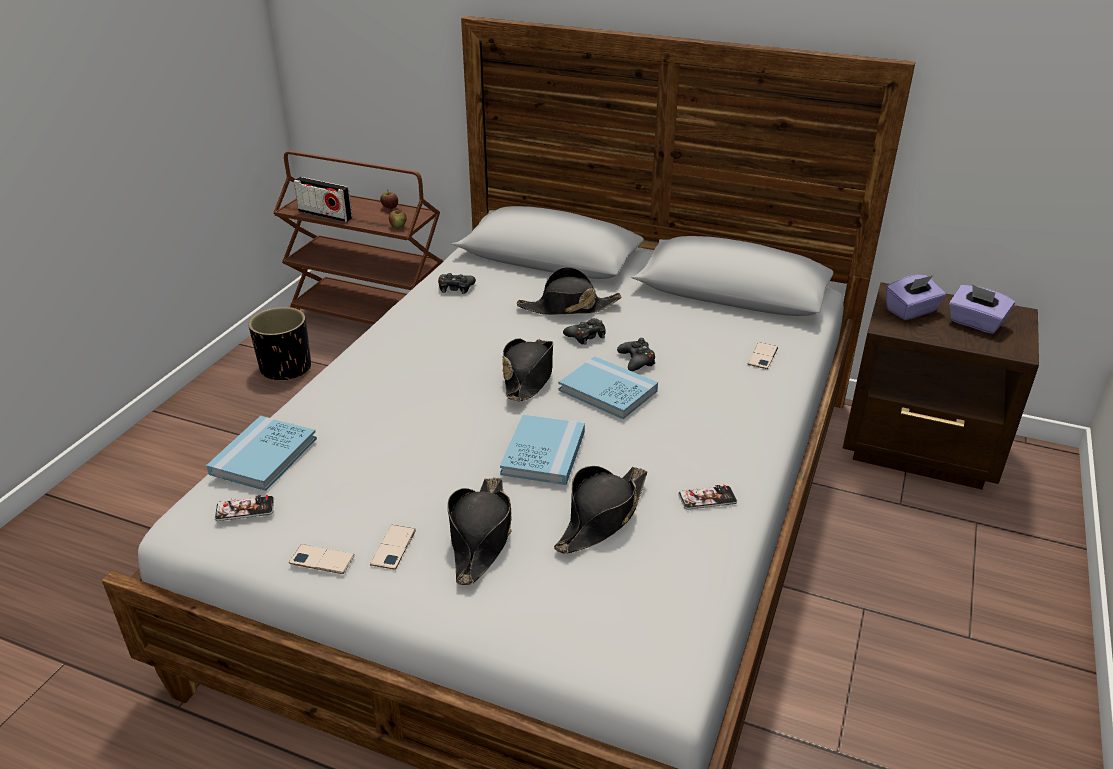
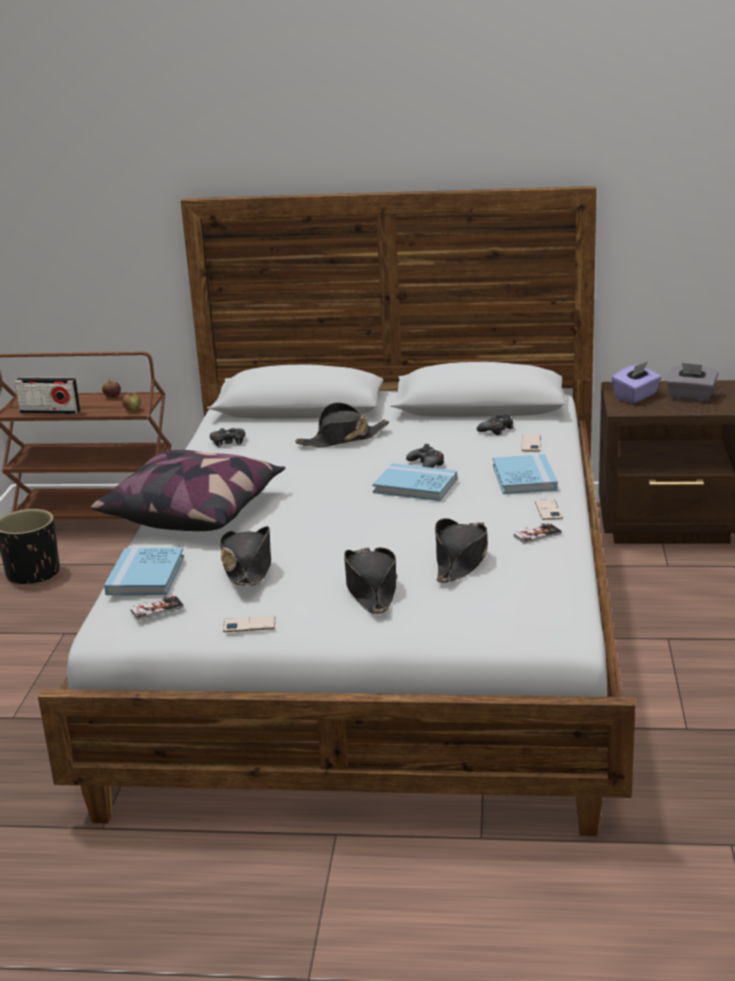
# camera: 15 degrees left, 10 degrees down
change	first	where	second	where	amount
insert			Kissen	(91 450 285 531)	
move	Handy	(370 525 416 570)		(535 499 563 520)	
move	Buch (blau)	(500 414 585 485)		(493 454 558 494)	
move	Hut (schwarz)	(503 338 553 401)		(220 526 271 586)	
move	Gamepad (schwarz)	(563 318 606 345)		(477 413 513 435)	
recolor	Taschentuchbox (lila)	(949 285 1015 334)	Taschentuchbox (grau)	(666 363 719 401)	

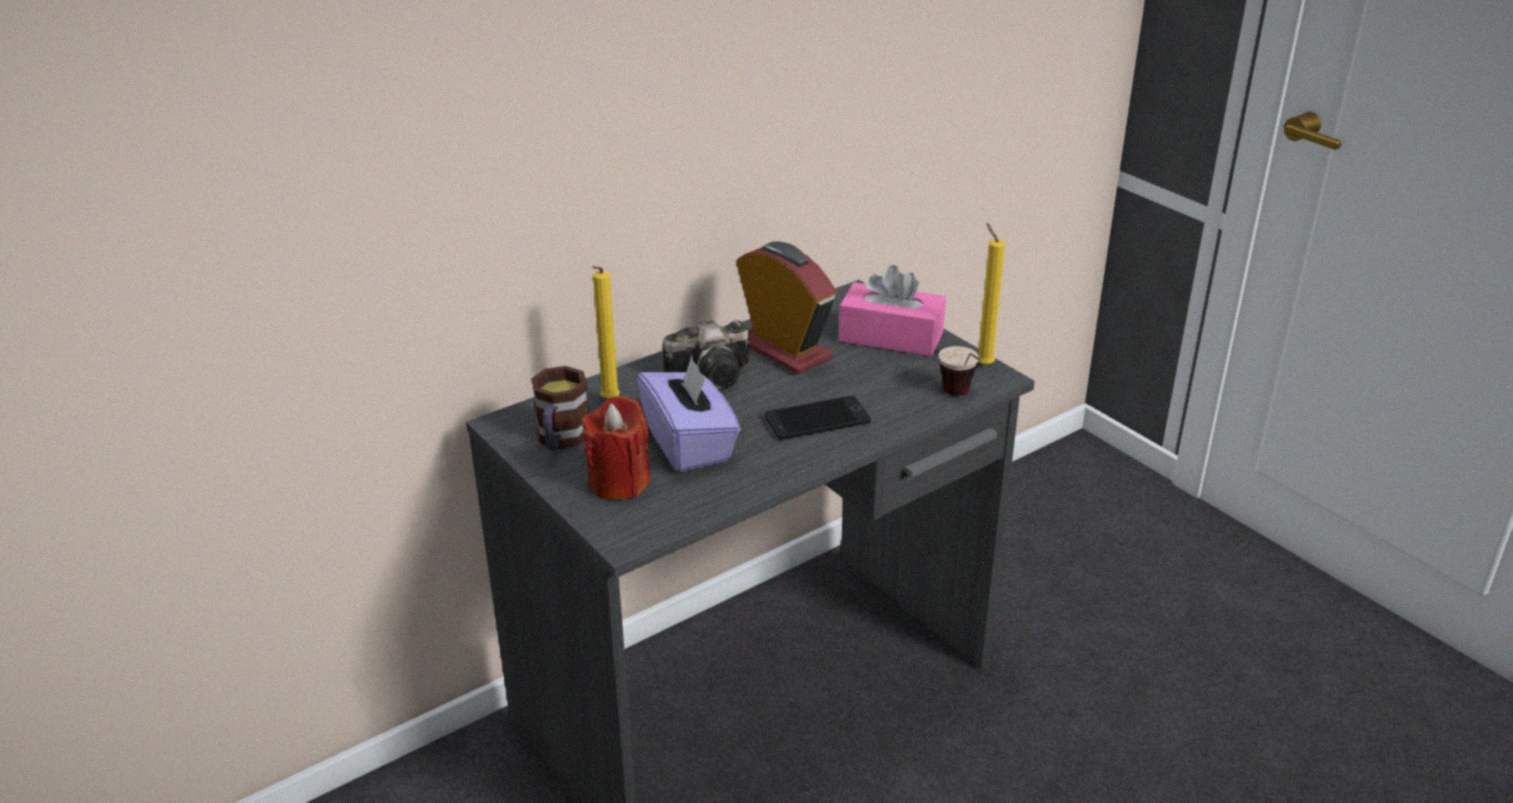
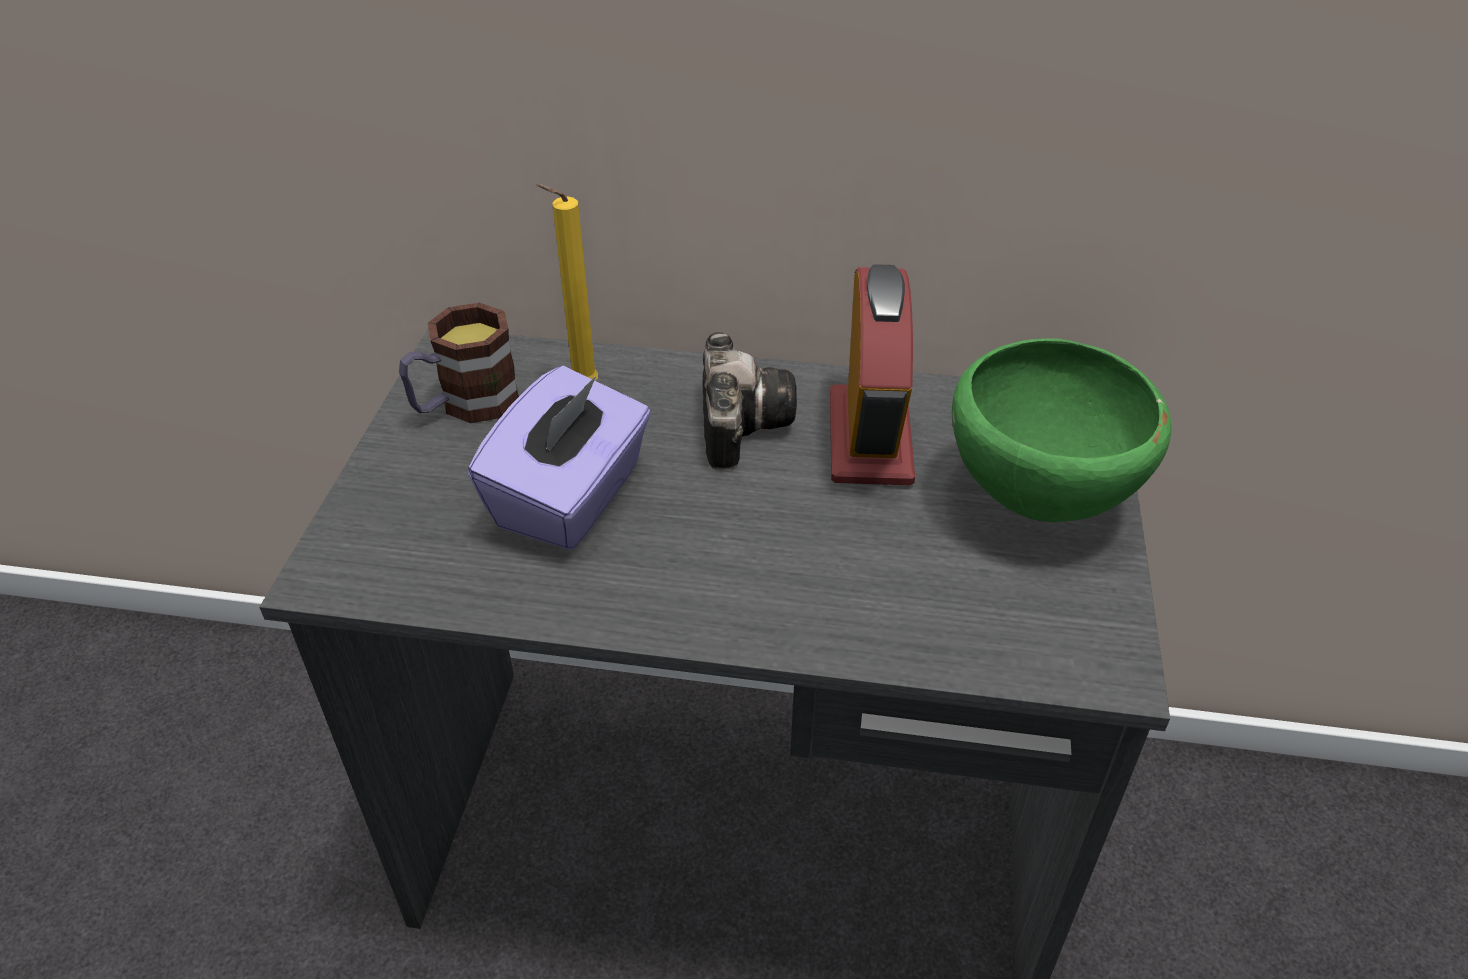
# camera: 45 degrees right, 10 degrees up
change	first	where	second	where	amount
delete	Kerze (rot)	(582 396 651 500)			
delete	Handy	(765 396 871 440)			
delete	Tasse	(939 346 981 396)			
delete	Kerze (gelb)	(978 222 1005 366)			
replace	Taschentuchbox (rosa)	(839 265 946 356)	Schüssel (grün)	(952 338 1171 522)	
rotate	Kamera	(663 320 750 390)		(703 332 797 470)	120 degrees counterclockwise

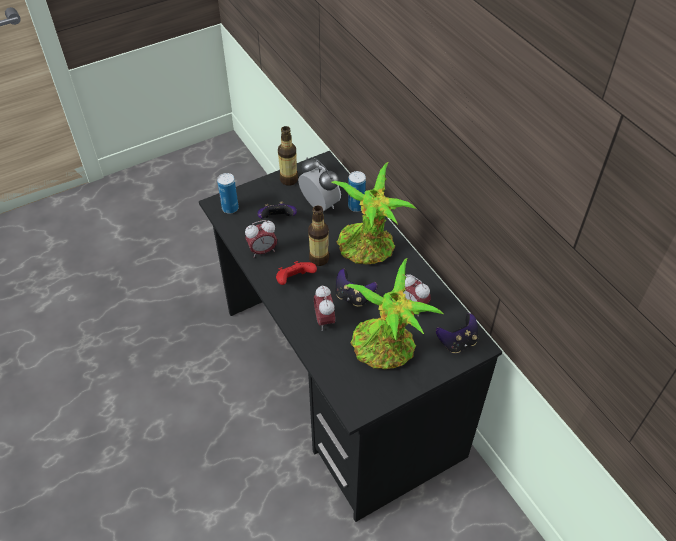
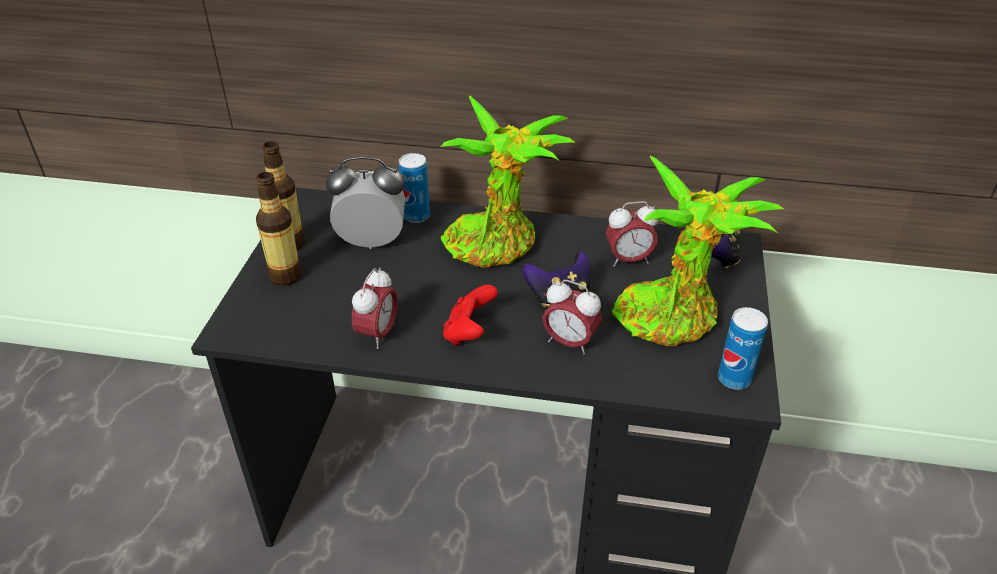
# camera: 50 degrees left, 10 degrees down
change	first	where	second	where	amount
delete	Gamepad	(257 202 297 219)			
move	Dose	(217 173 239 214)		(718 307 768 390)	
move	Flasche	(308 206 329 266)		(256 172 302 286)	

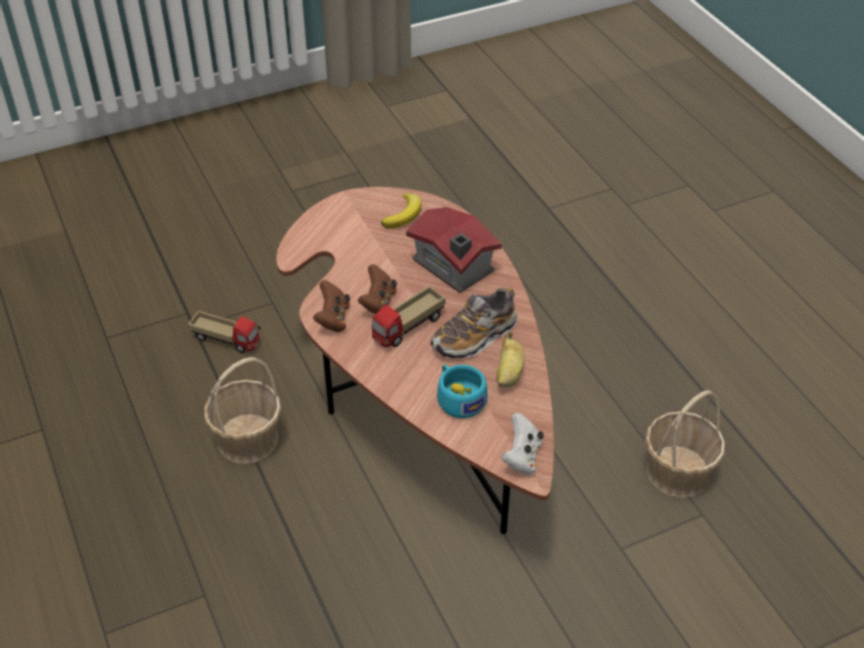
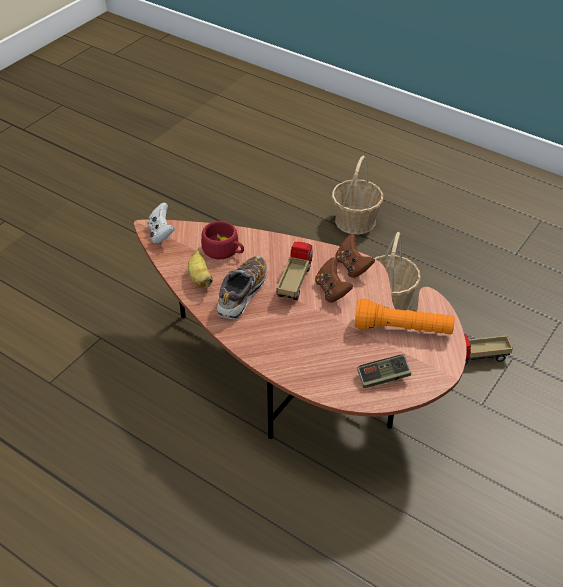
# camera: 150 degrees right, 0 degrees up
change	first	where	second	where	amount
delete	Spielzeughaus	(406 207 502 293)			
insert			Taschenlampe (orange)	(355 298 455 335)	
move	Korb	(645 390 725 498)		(332 156 383 235)	
replace	Banane	(381 193 422 229)	Gamepad	(357 355 411 388)	
recolor	Tasse (türkis)	(437 364 487 418)	Tasse (rot)	(201 221 244 260)	

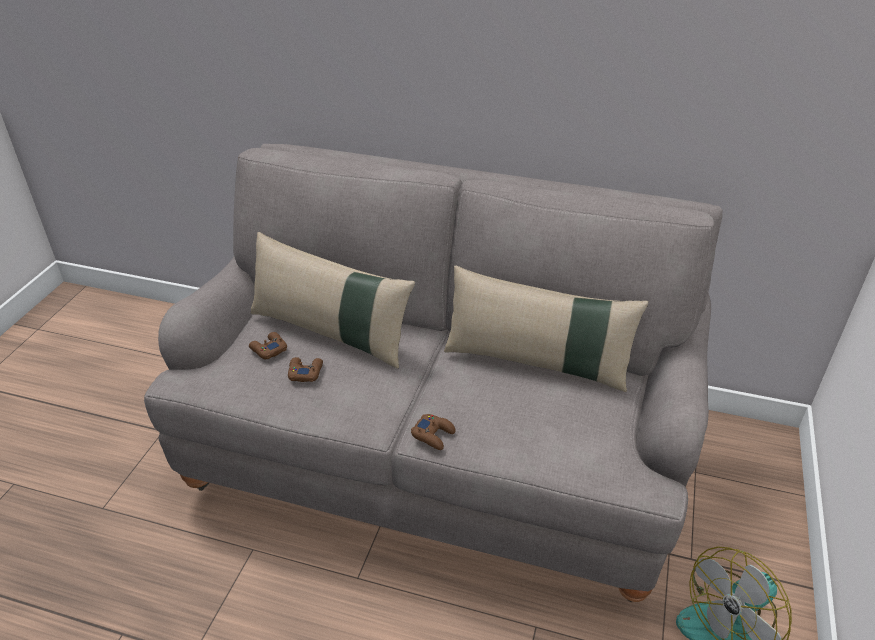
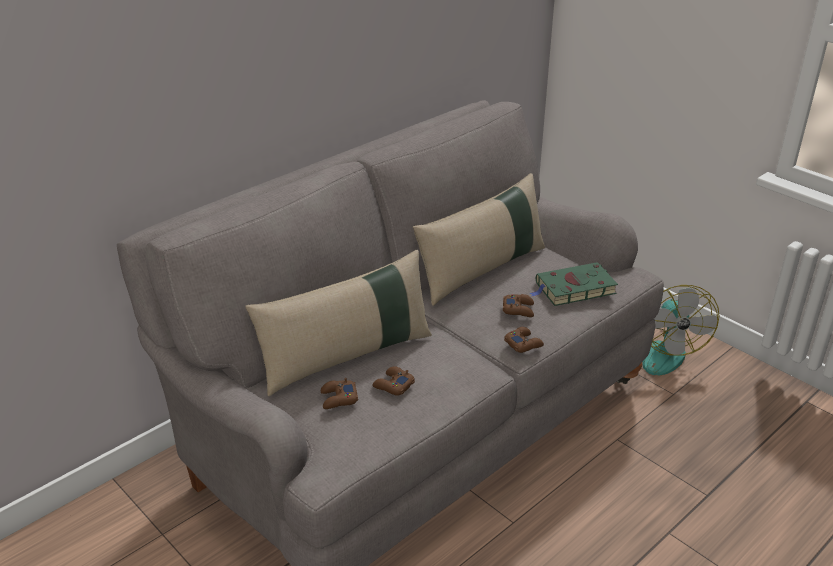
# camera: 60 degrees left, 5 degrees down
change	first	where	second	where	amount
insert			Gamepad (braun)	(503 294 534 317)	
insert			Buch (grün)	(530 262 618 306)	

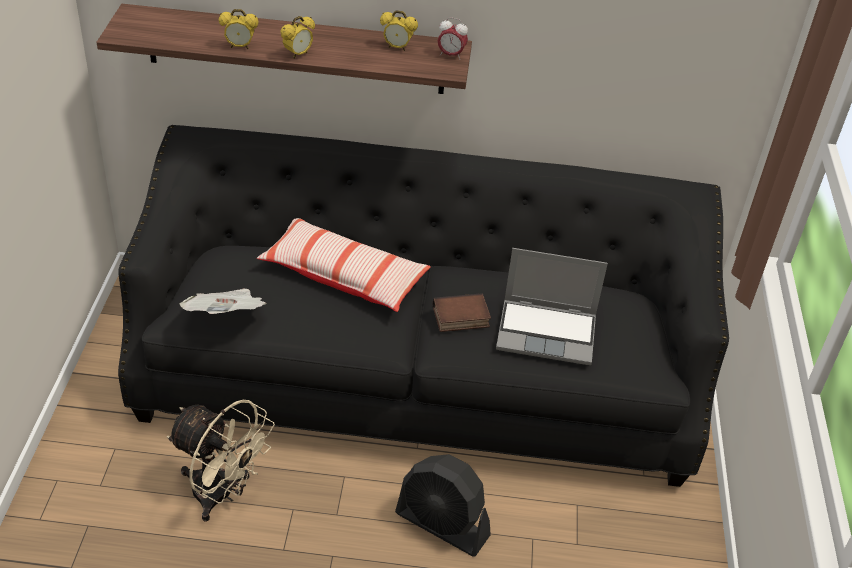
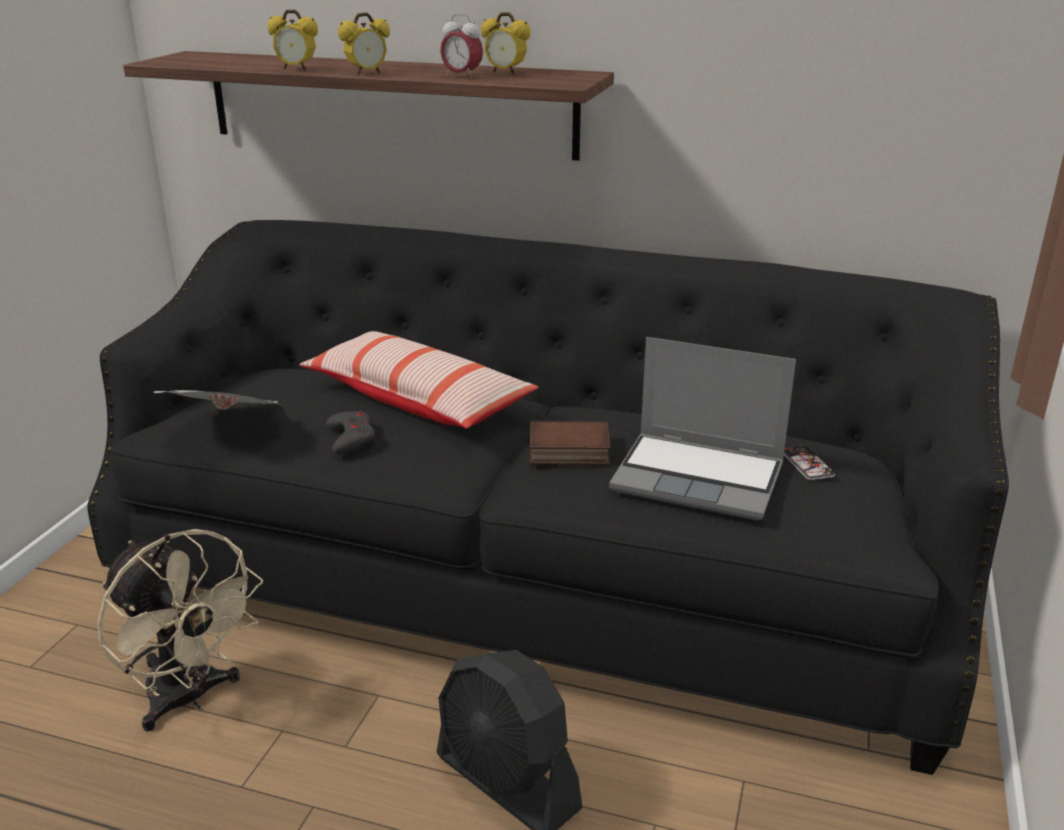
# camera: 15 degrees right, 15 degrees down
change	first	where	second	where	amount
insert			Gamepad (grau)	(326 411 375 454)	
insert			Handy	(784 445 835 480)	
move	Wecker	(438 17 468 60)		(440 14 483 79)	

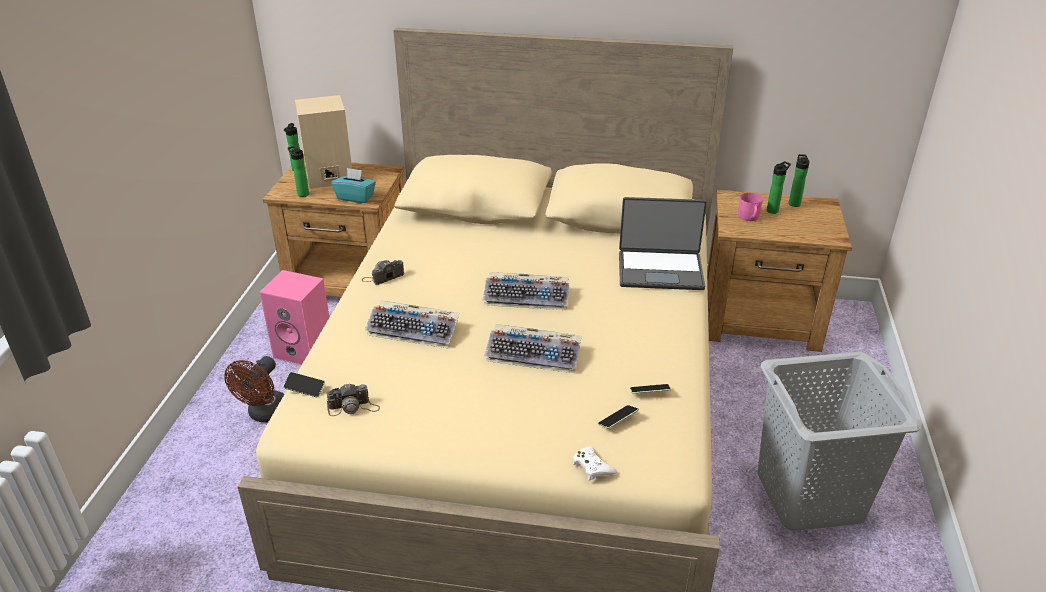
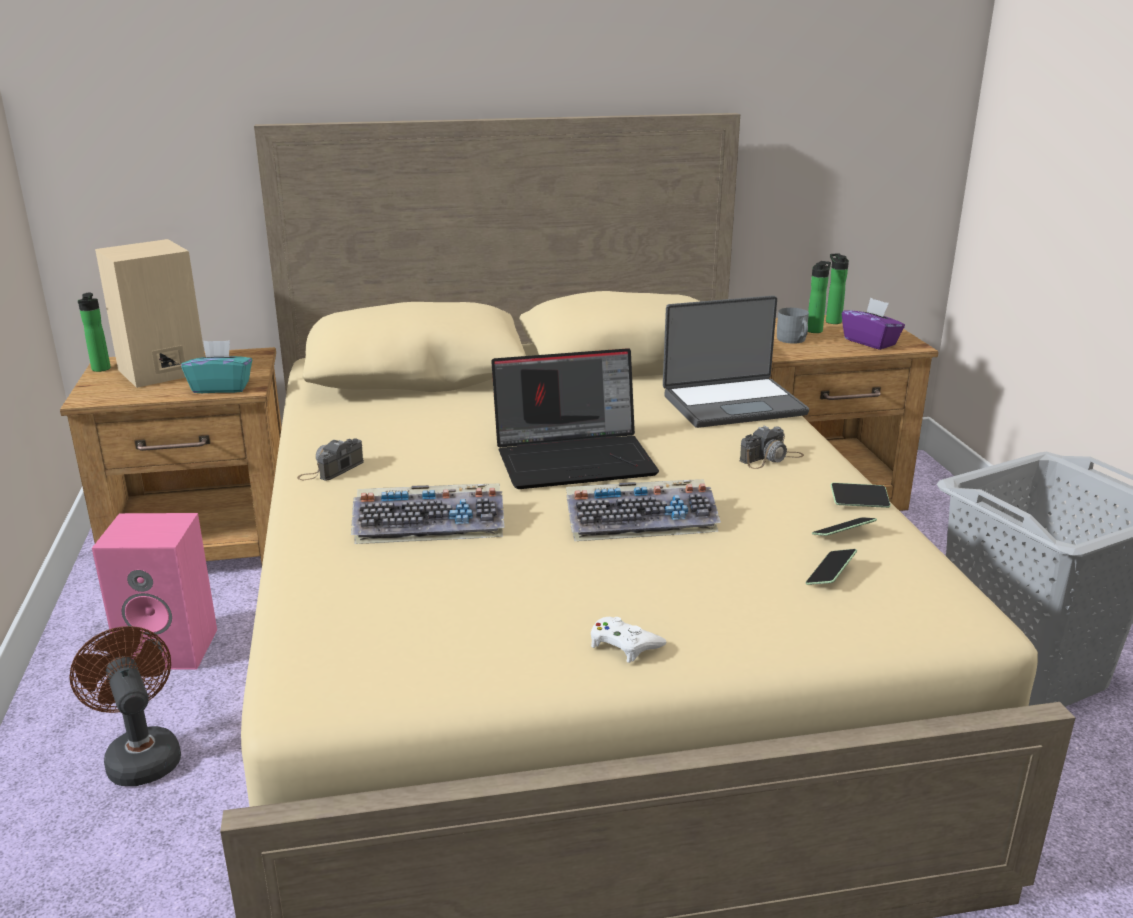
# camera: 20 degrees left, 10 degrees down
change	first	where	second	where	amount
delete	Flasche	(288 146 309 197)			
insert			Taschentuchbox (lila)	(842 298 905 350)	
move	Handy	(283 372 325 397)		(831 483 891 508)	
move	Kamera	(327 383 380 416)		(739 425 804 469)	
move	Gamepad (weiß)	(573 447 617 481)		(591 617 666 663)	
replace	Tastatur	(483 272 569 310)	Laptop	(491 348 659 489)	
recolor	Henkelbecher (rosa)	(738 193 763 221)	Henkelbecher (grau)	(777 308 809 344)	
rotate	Ventilator (braun)	(224 356 284 422)		(69 626 181 786)	150 degrees clockwise

